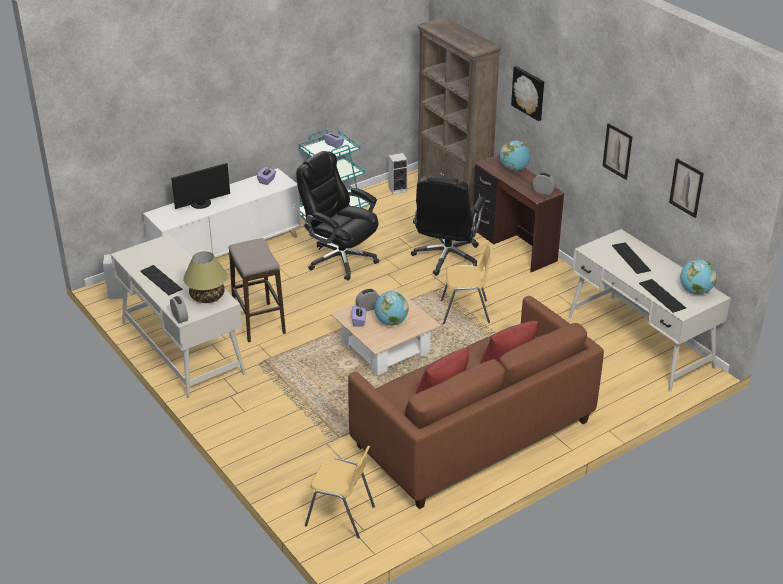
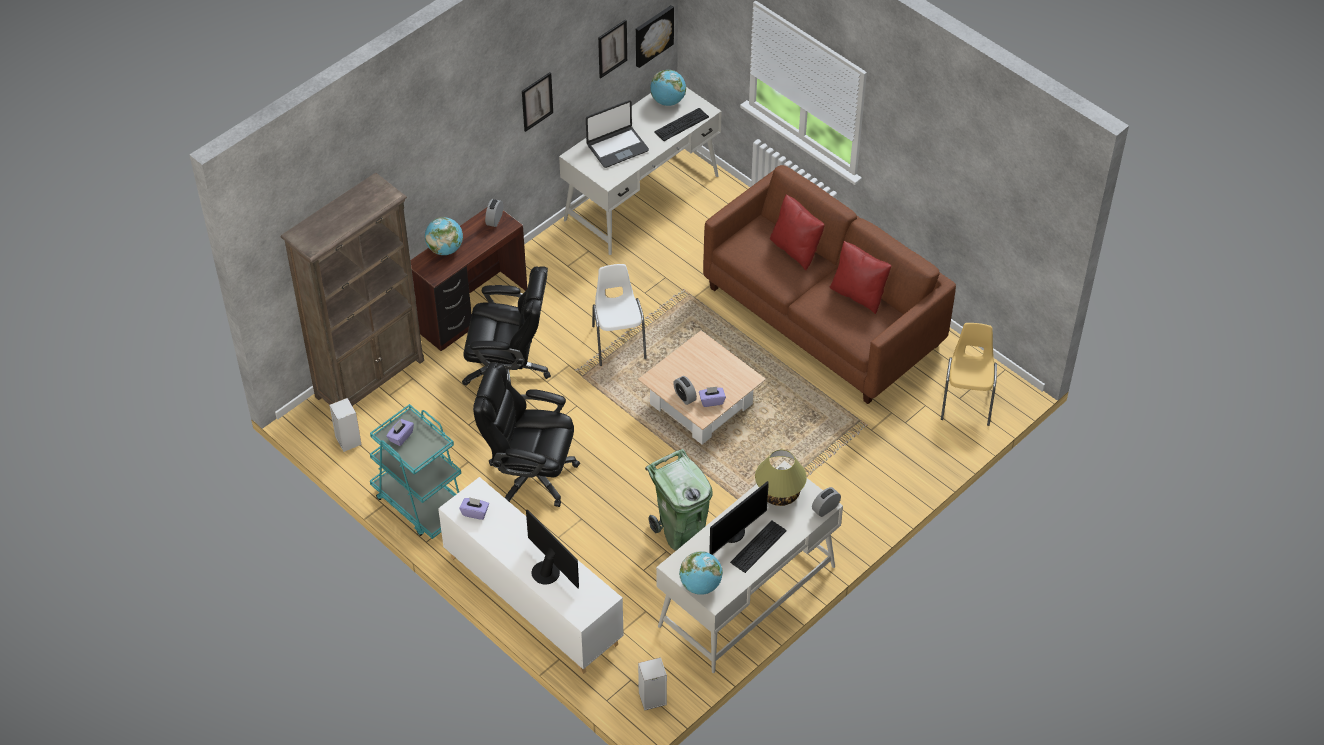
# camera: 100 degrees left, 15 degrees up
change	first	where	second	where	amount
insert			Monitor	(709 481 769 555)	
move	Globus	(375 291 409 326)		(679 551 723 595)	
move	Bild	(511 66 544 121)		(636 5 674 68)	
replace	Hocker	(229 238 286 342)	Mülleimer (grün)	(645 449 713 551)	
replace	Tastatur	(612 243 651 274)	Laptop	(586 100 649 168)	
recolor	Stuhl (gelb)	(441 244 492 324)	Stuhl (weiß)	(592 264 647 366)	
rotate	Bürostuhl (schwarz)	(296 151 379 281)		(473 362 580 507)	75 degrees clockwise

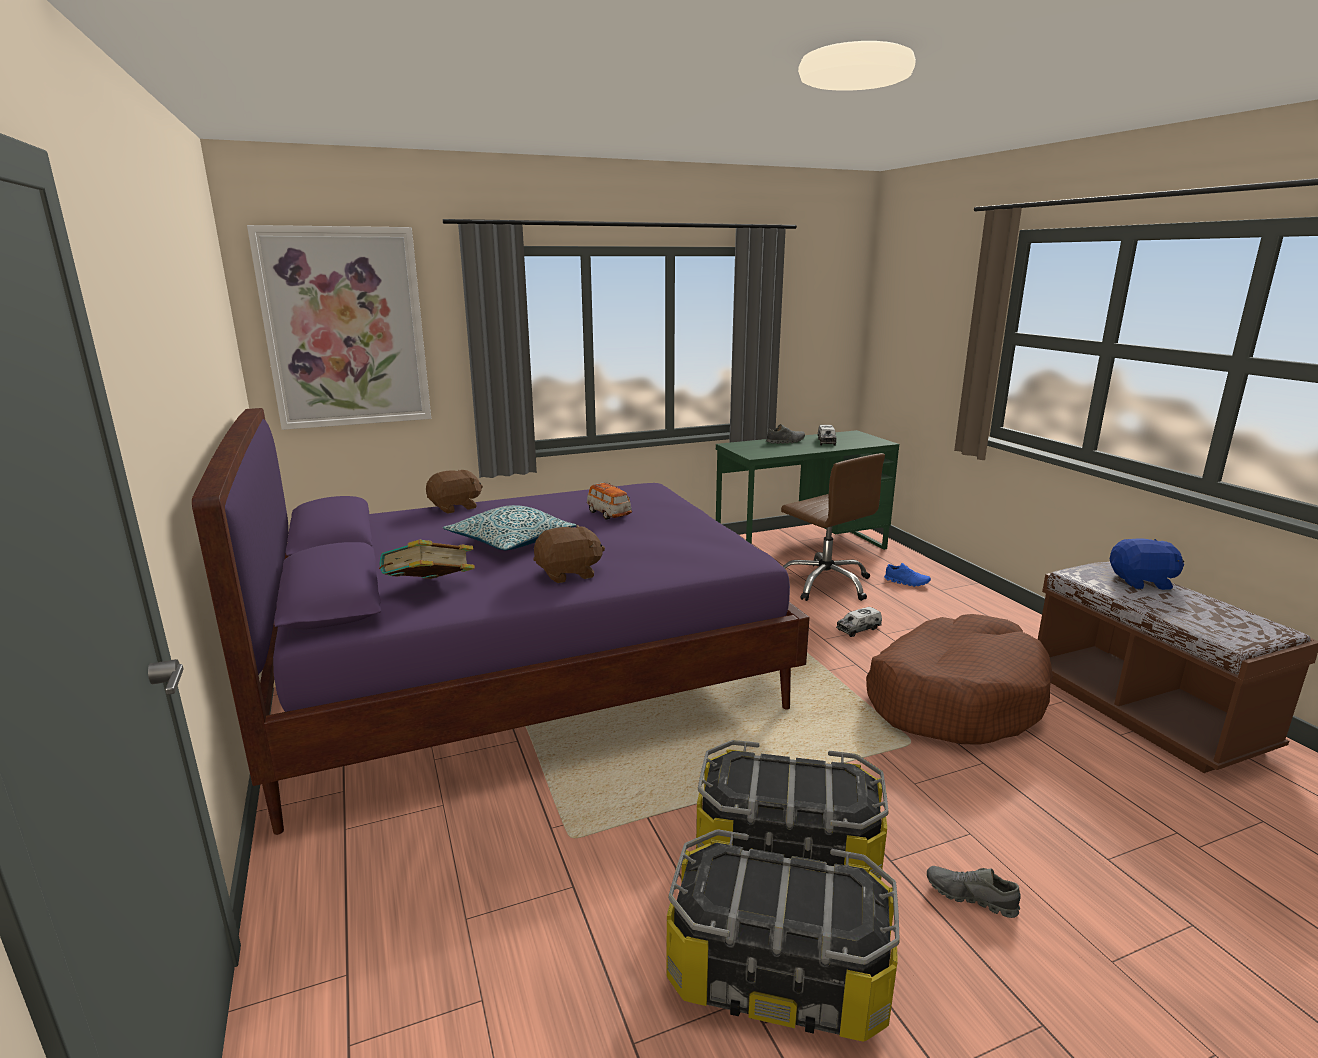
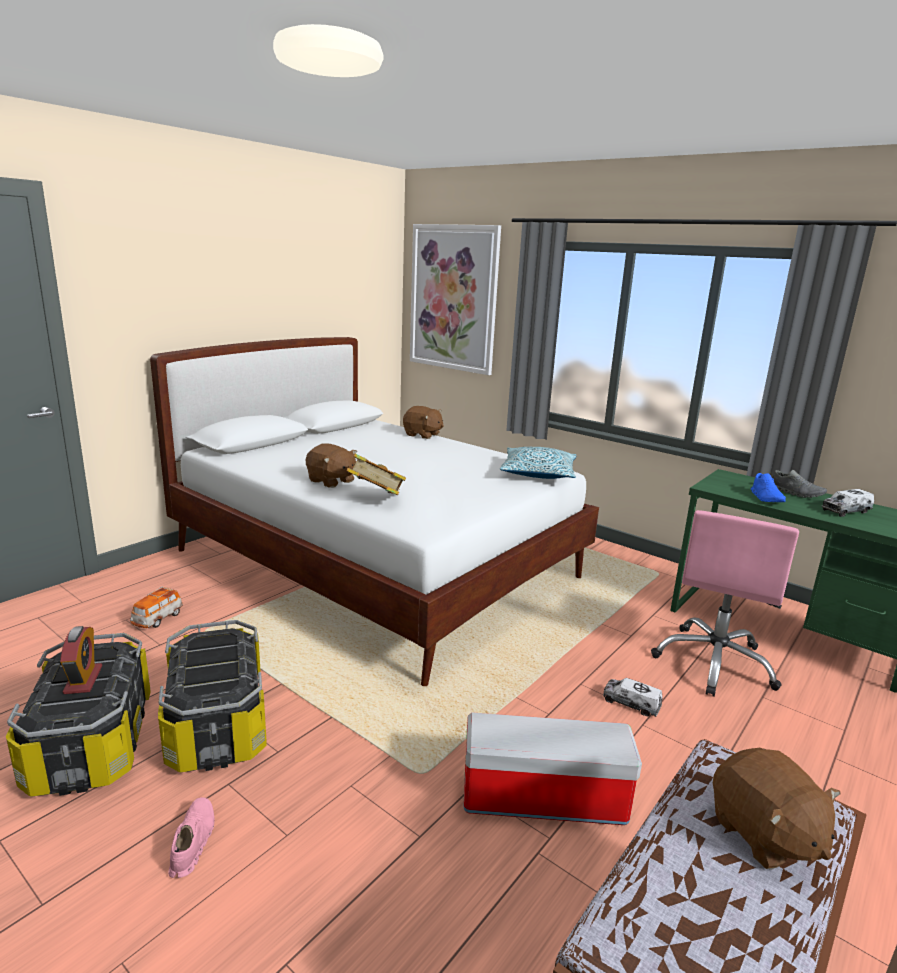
# camera: 60 degrees right, 0 degrees up
change	first	where	second	where	amount
insert			Wecker	(60 626 102 694)	
move	Buch	(379 540 475 579)		(346 454 406 495)	
move	Kissen	(443 505 577 550)		(500 447 576 479)	
move	Spielzeugauto	(587 481 632 520)		(130 586 183 628)	
move	Schuh (blau)	(884 563 931 587)		(751 473 786 502)	
replace	Hundebett (braun)	(866 614 1053 745)	Aufbewahrungsbox	(464 712 642 825)	
recolor	Bett (lila)	(192 408 810 835)	Bett (weiß)	(150 337 599 686)	
recolor	Bürostuhl (braun)	(781 453 885 601)	Bürostuhl (rosa)	(651 510 799 697)	
recolor	Schuh (grau)	(927 866 1021 918)	Schuh (rosa)	(168 797 214 878)	
recolor	Plüschtier (blau)	(1110 539 1184 590)	Plüschtier (braun)	(713 748 840 869)	

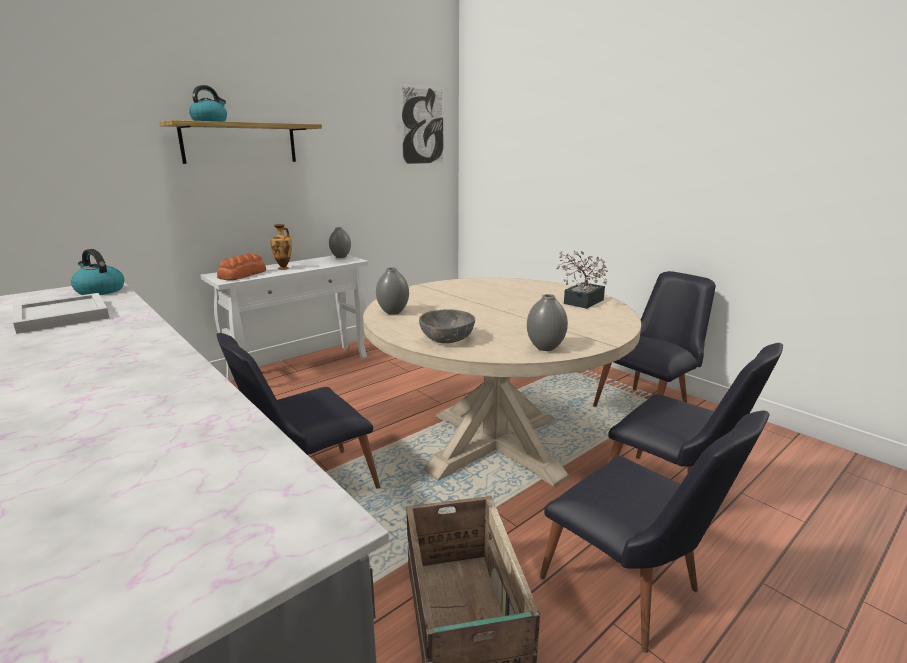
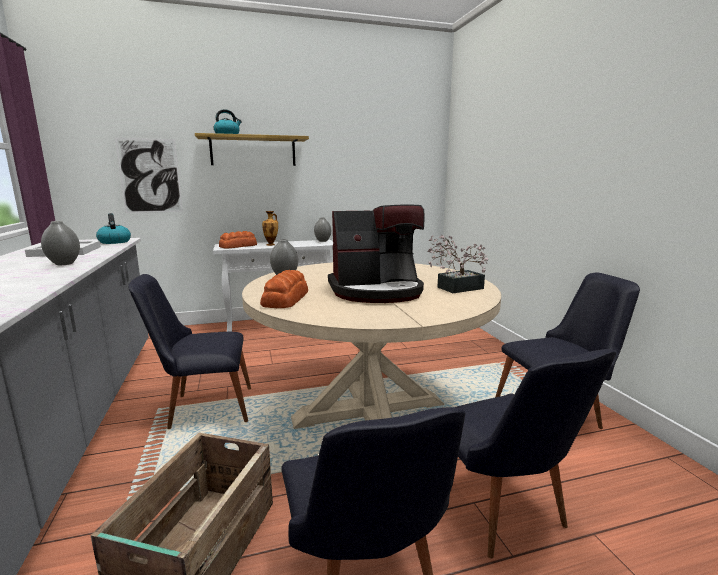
# camera: 25 degrees right, 5 degrees down
change	first	where	second	where	amount
insert			Kaffeemaschine	(328 204 425 303)	
move	Bild	(399 84 445 166)		(115 138 183 213)	
move	Vase (grau)	(527 294 568 351)		(41 221 80 265)	
replace	Schüssel (grau)	(419 309 475 343)	Brot	(260 270 308 308)	

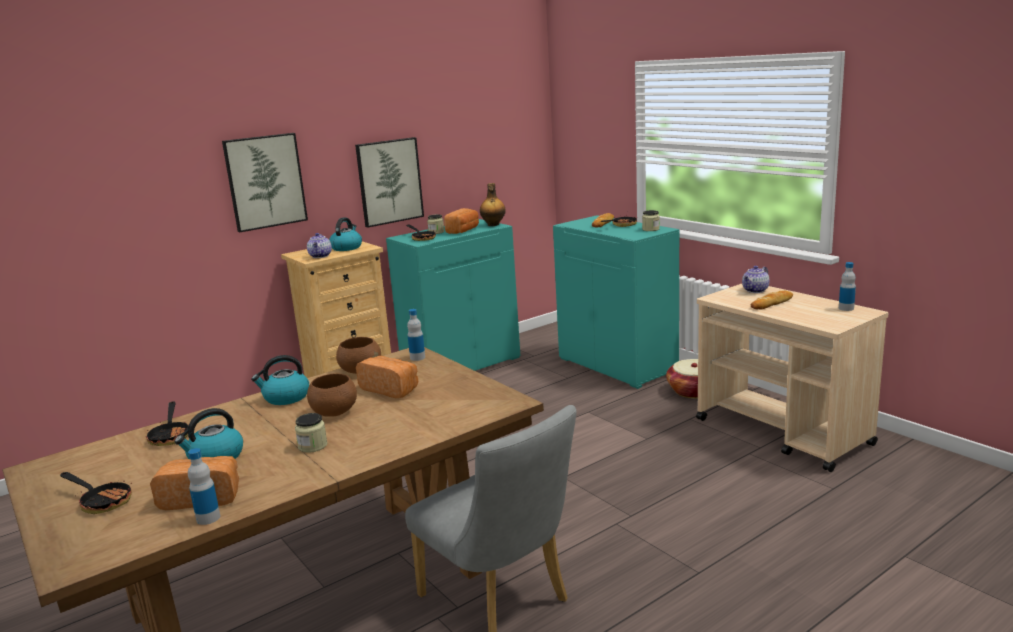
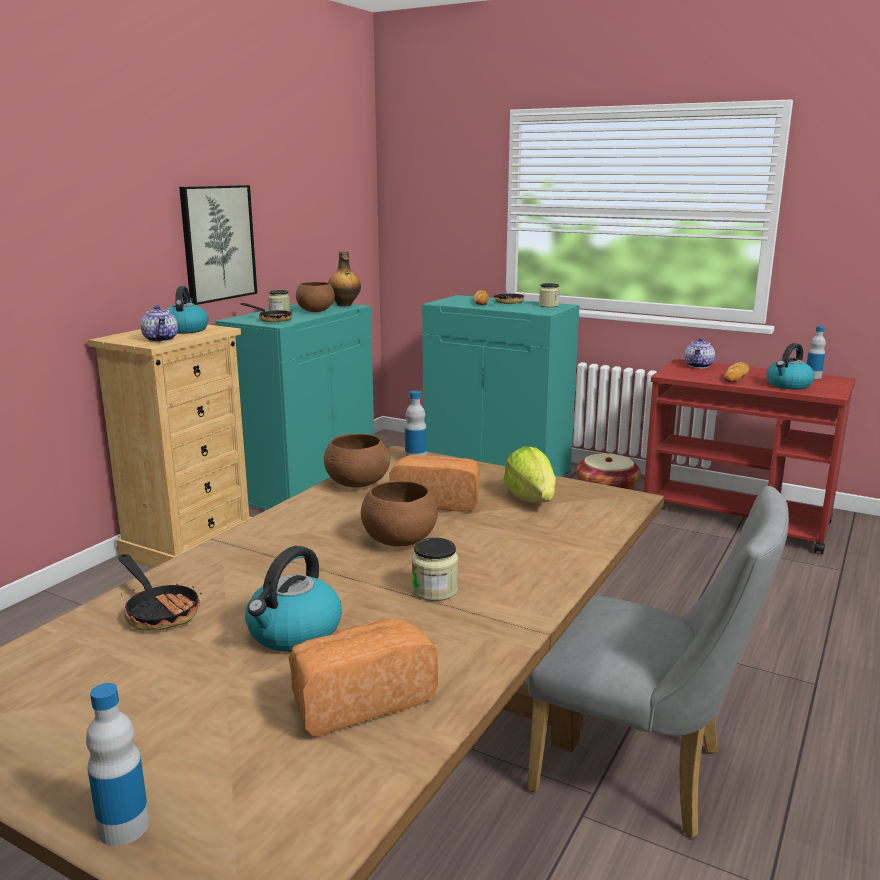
# camera: 25 degrees left, 0 degrees up
change	first	where	second	where	amount
delete	Pfanne	(60 472 132 514)			
delete	Bild	(222 133 308 232)			
insert			Salatkopf	(503 446 556 503)	
move	Flasche	(188 448 220 525)		(86 683 149 846)	
move	Wasserkessel	(251 355 309 405)		(766 343 814 390)	
replace	Brot	(444 208 479 234)	Schüssel (braun)	(296 282 335 312)	
recolor	Rollwagen (beige)	(696 284 889 472)	Rollwagen (rot)	(644 359 855 554)	

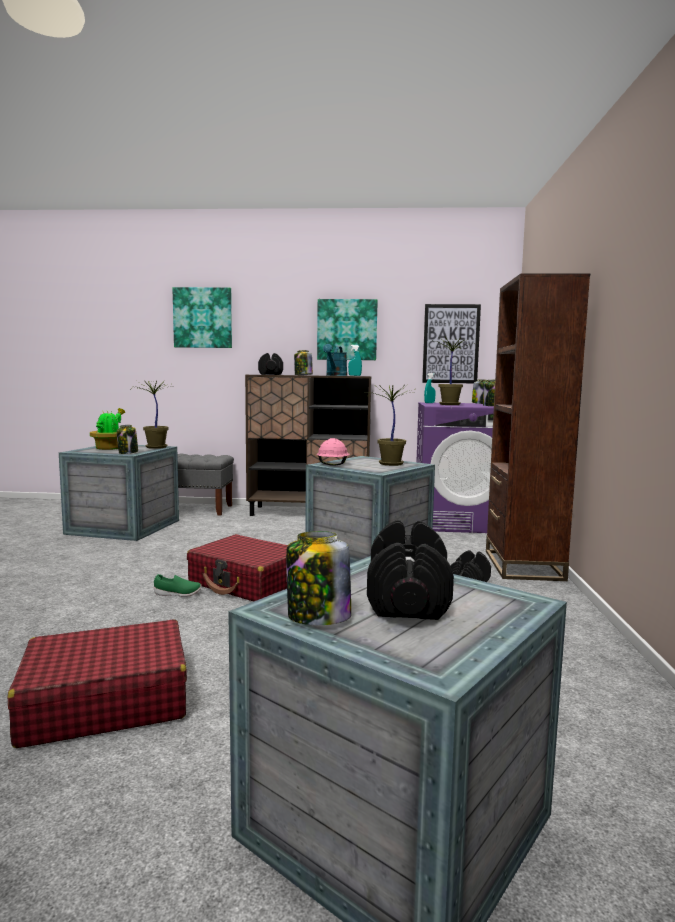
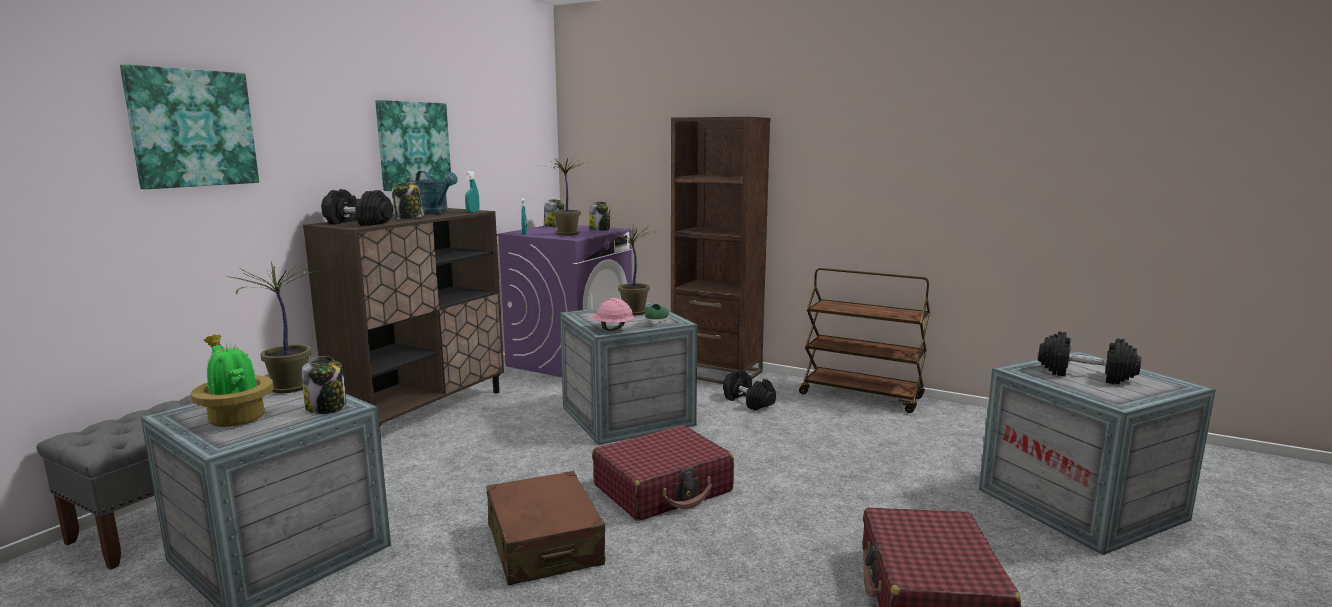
# camera: 65 degrees left, 5 degrees up
change	first	where	second	where	amount
delete	Vorratsglas	(286 531 351 625)			
delete	Bild	(422 304 481 383)			
insert			Koffer (braun)	(486 471 605 586)	
insert			Rollwagen (braun)	(799 268 930 413)	
move	Schuh (grün)	(154 574 201 597)		(645 304 669 326)	

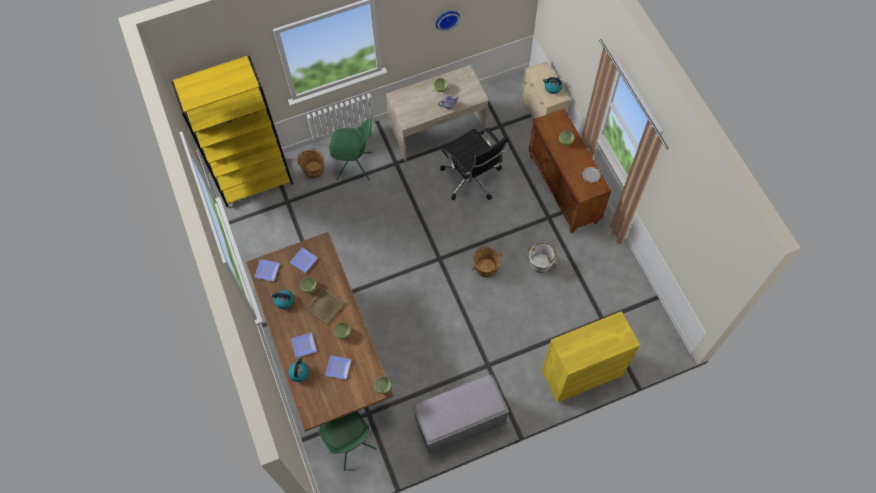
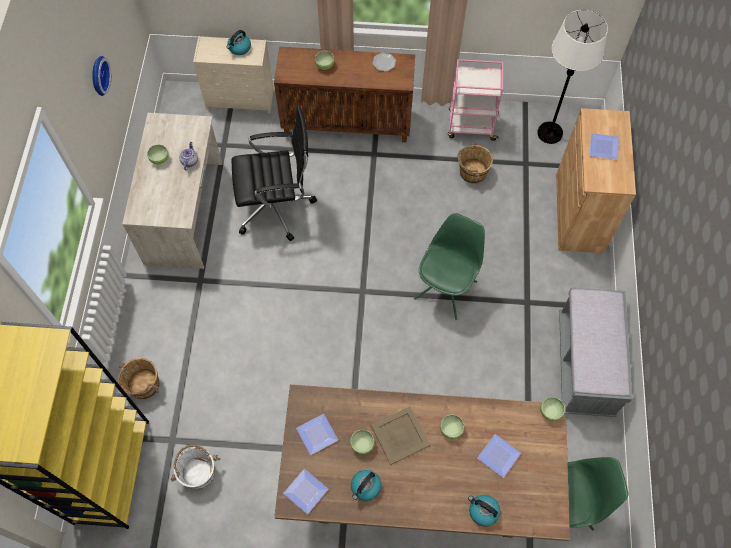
# camera: 65 degrees left, 0 degrees up
change	first	where	second	where	amount
insert			Rollwagen (rosa)	(448 59 503 141)	
insert			Stehlampe (weiß)	(537 10 608 144)	
move	Teller	(291 332 317 358)		(590 133 619 160)	
move	Stuhl (grün)	(330 119 372 181)		(414 213 485 320)	
move	Eimer (braun)	(472 246 502 278)		(458 143 493 184)	
move	Eimer (weiß)	(528 242 557 273)		(171 445 220 489)	
recolor	Schrank (gelb)	(542 311 640 403)	Schrank (braun)	(556 108 636 253)	

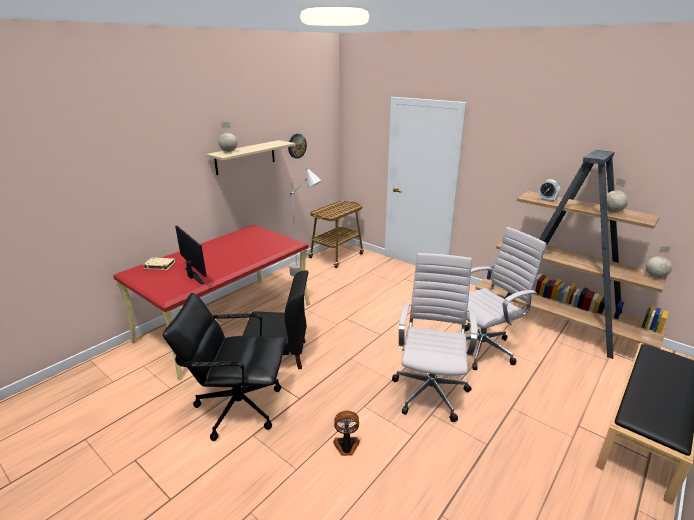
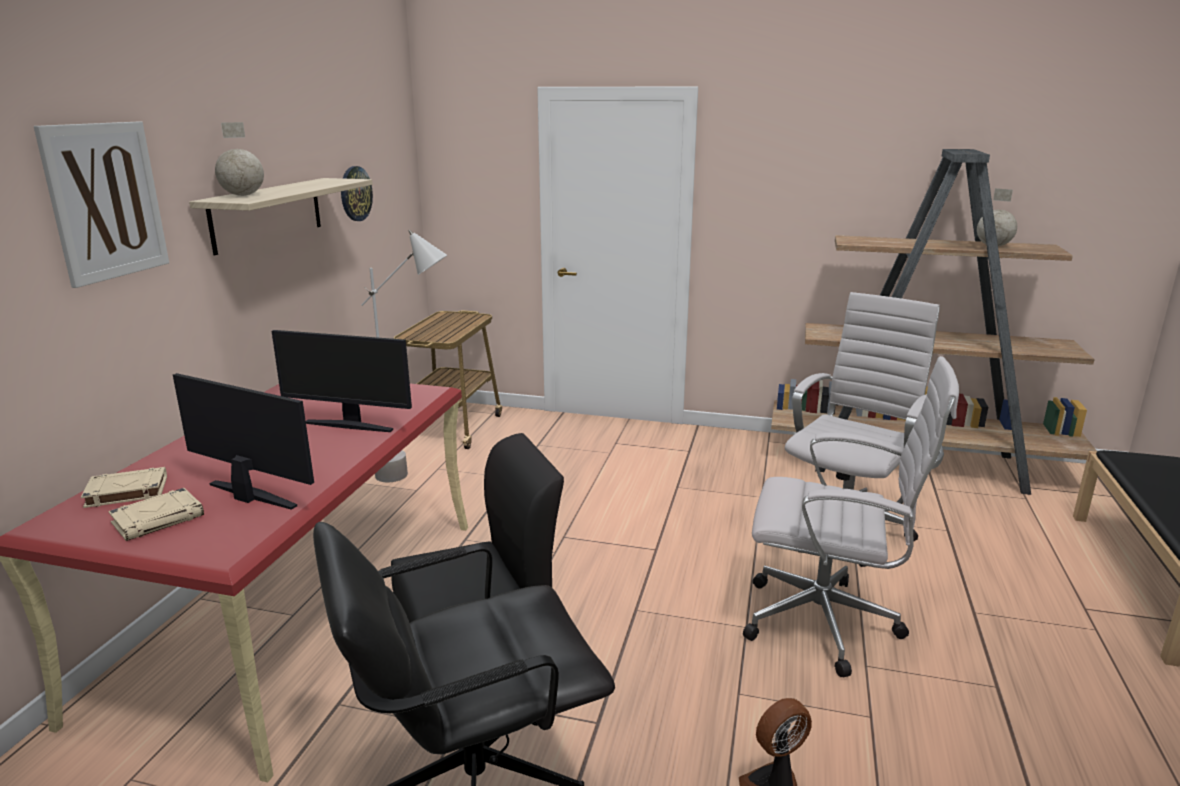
# camera: 25 degrees left, 5 degrees down
change	first	where	second	where	amount
delete	Wecker	(538 179 560 202)			
delete	Globus	(646 246 672 278)			
insert			Bild	(34 122 169 288)	
insert			Buch (beige)	(108 488 204 541)	
insert			Monitor	(272 330 412 432)	
rotate	Bürostuhl (weiß)	(392 253 478 422)		(743 356 959 678)	120 degrees clockwise

